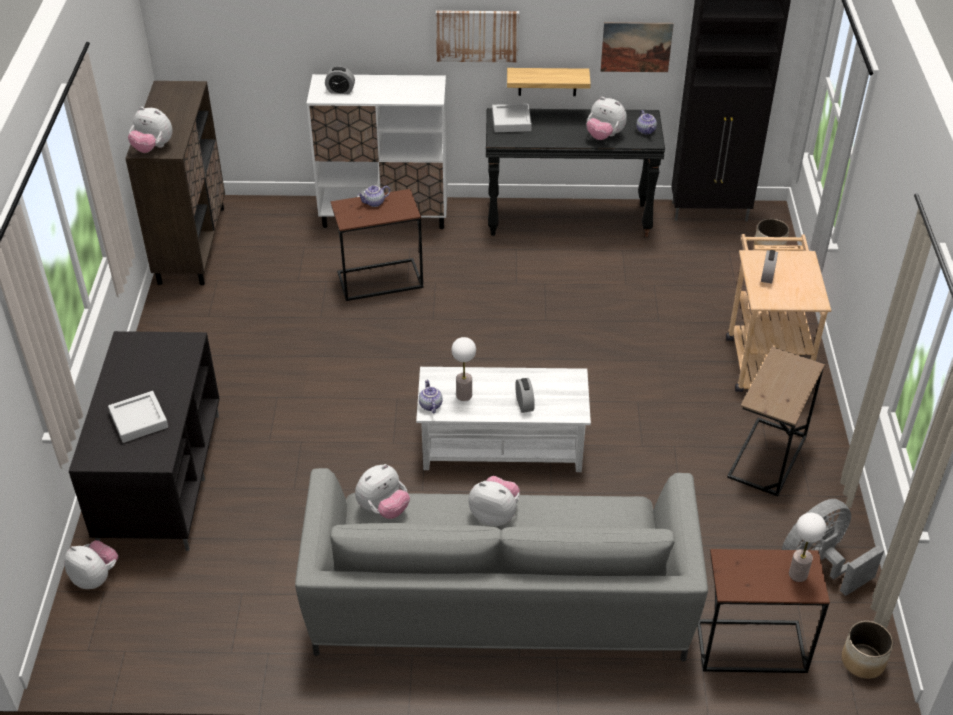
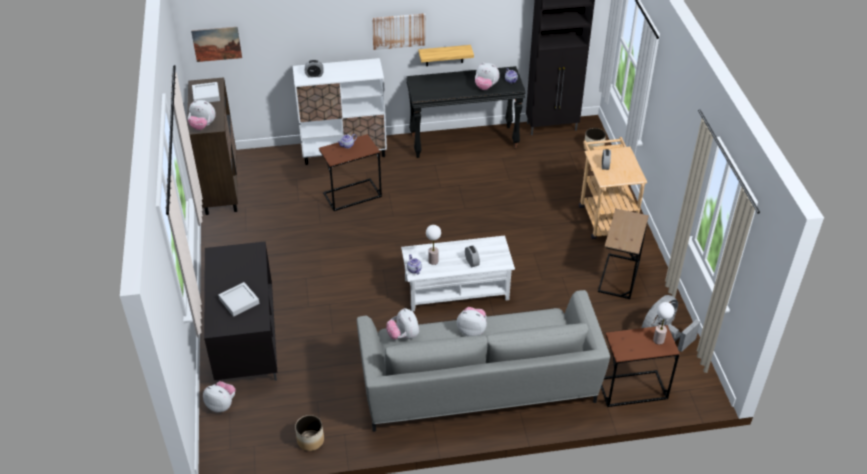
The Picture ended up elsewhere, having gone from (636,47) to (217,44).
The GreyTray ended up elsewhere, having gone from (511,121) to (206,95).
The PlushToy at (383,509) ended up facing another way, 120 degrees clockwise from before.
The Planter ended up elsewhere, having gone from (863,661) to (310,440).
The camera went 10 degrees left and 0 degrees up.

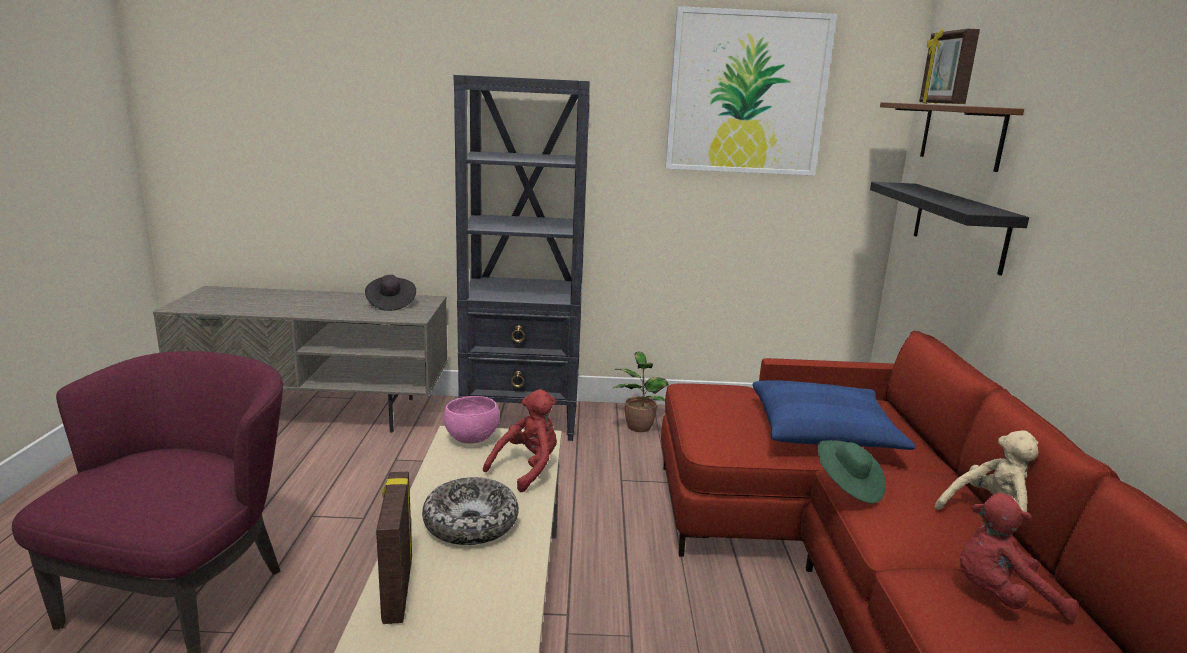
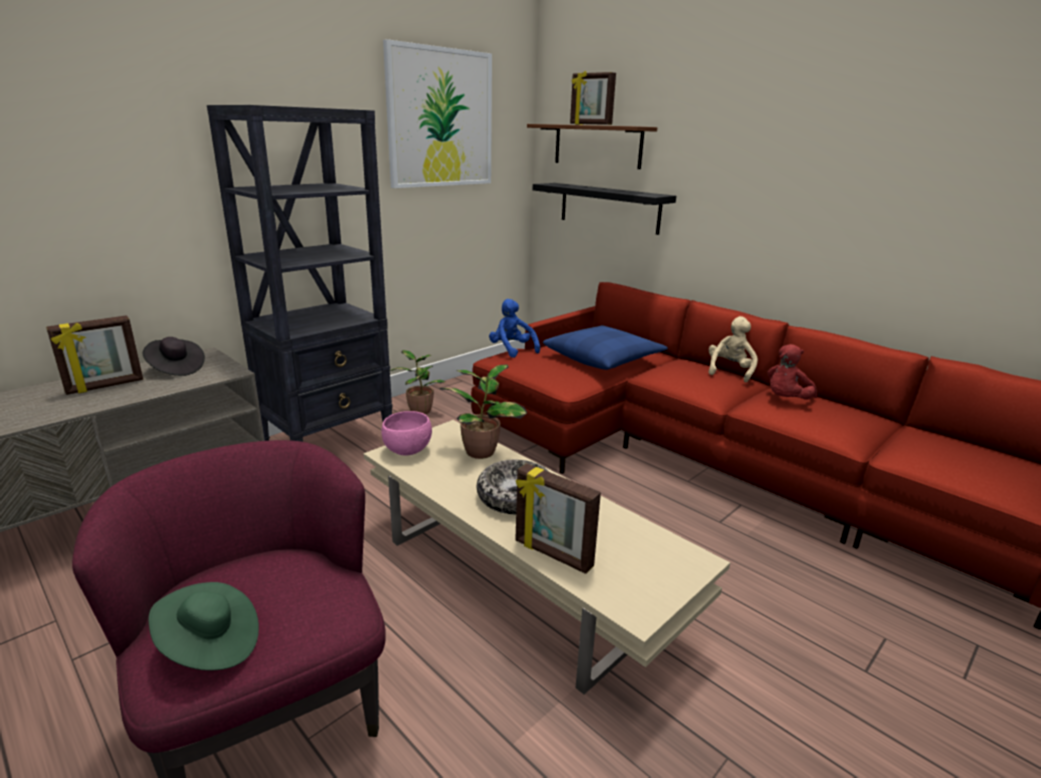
Where the RedPlushToy stood at (527,469), the PottedPlant came to stand at (482,451).
The GreenHat ended up elsewhere, having gone from (848,486) to (210,645).
The second view gained the BluePlushToy at (512,350).
The second view gained the PictureFrame at (105,386).
The camera went 45 degrees left and 5 degrees up.

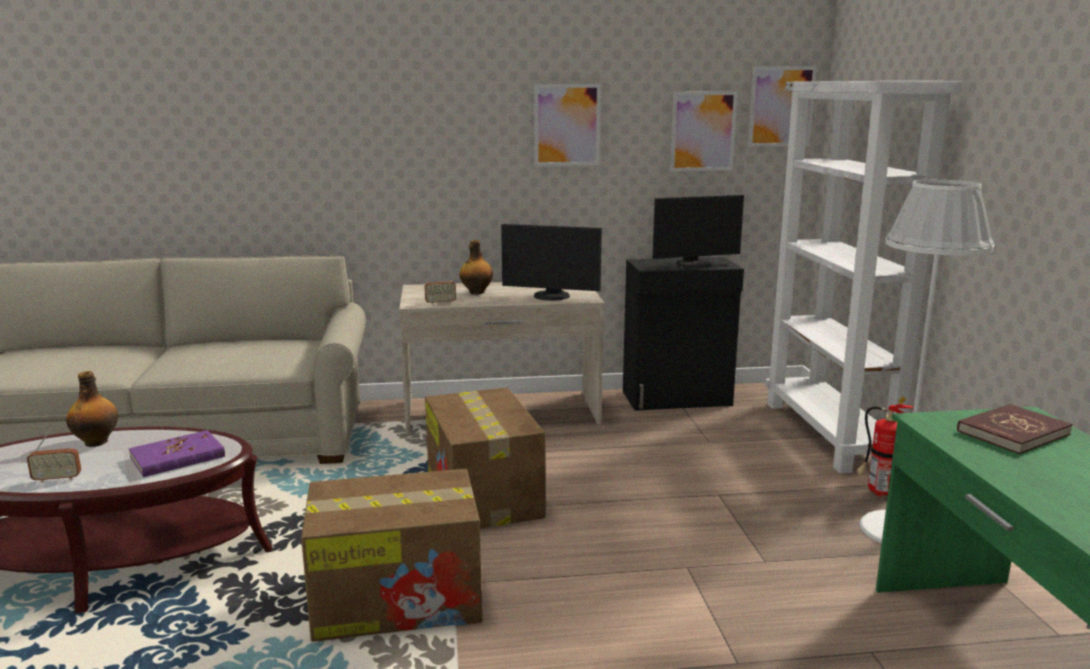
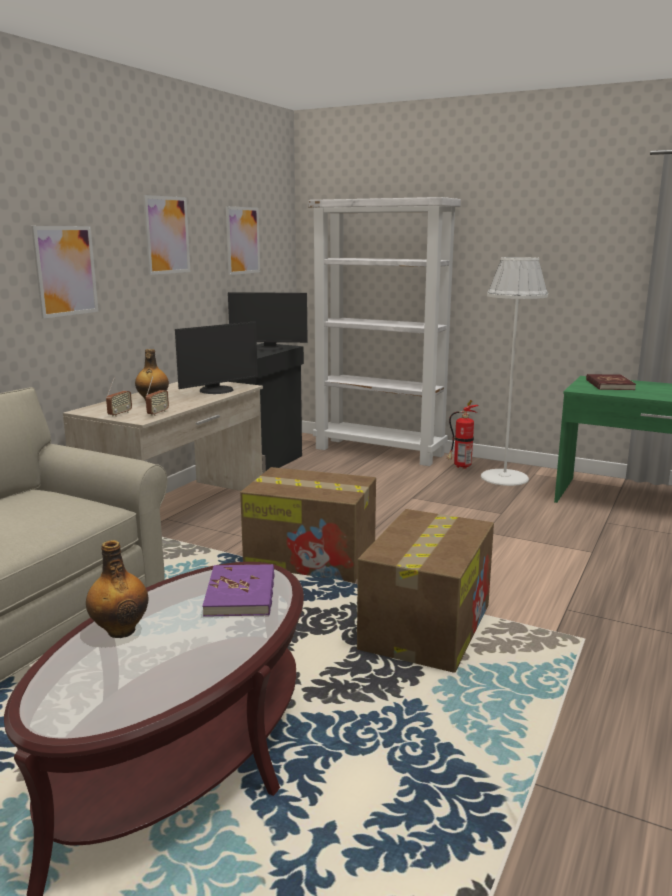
The Picture ended up elsewhere, having gone from (781,106) to (65,271).
The Monitor at (694,264) ended up facing another way, 75 degrees clockwise from before.
The Radio ended up elsewhere, having gone from (57,479) to (120,414).
The camera went 55 degrees left and 0 degrees up.

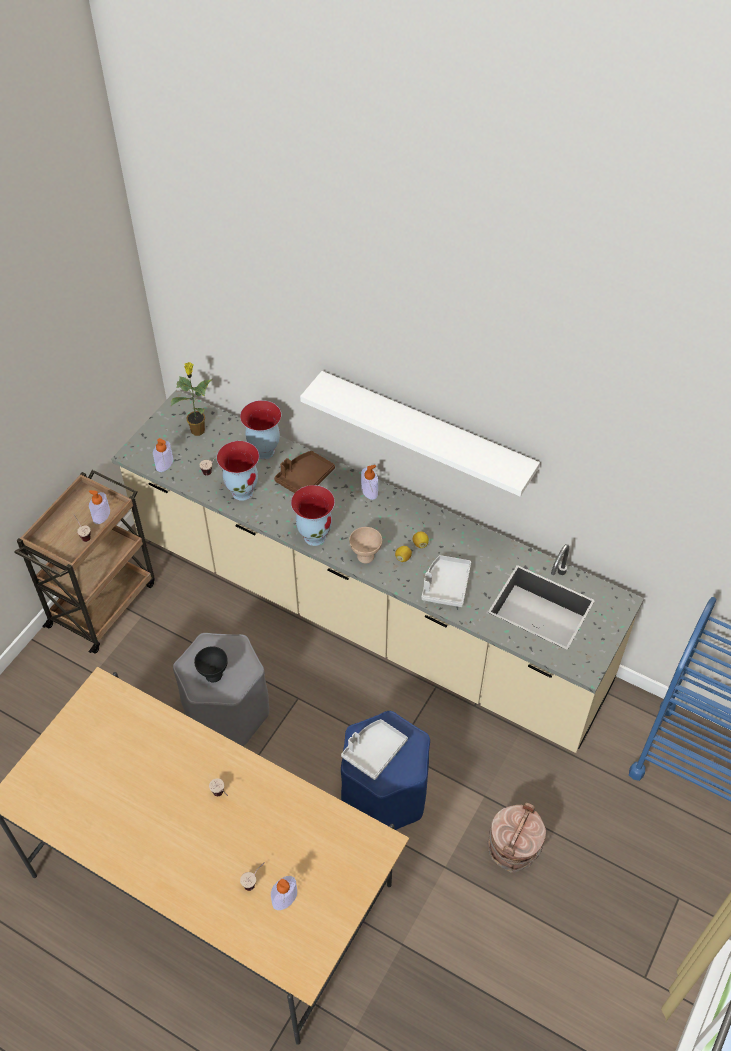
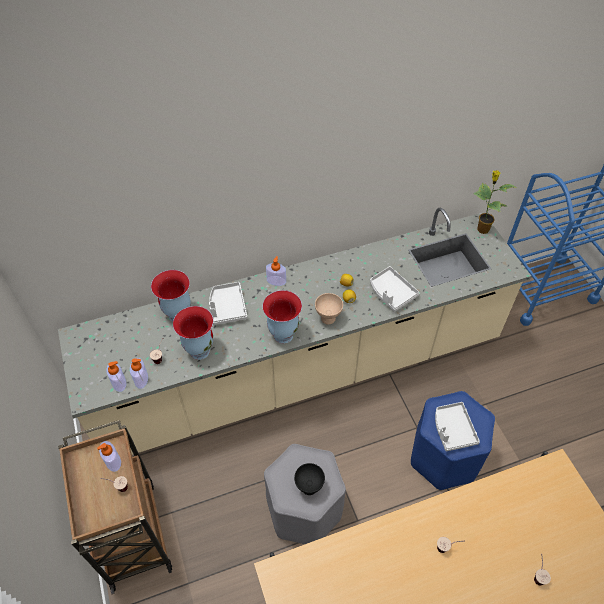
The PottedPlant ended up elsewhere, having gone from (198,429) to (482,229).
The second view lost the WhiteShelf at (426,430).
What was the BrownTray at (304,478) turned into the GreyTray at (227,307).
The second view lost the BrownBucket at (513,849).
The SoapDispenser ended up elsewhere, having gone from (284,898) to (141,379).
The camera went 50 degrees left and 0 degrees up.

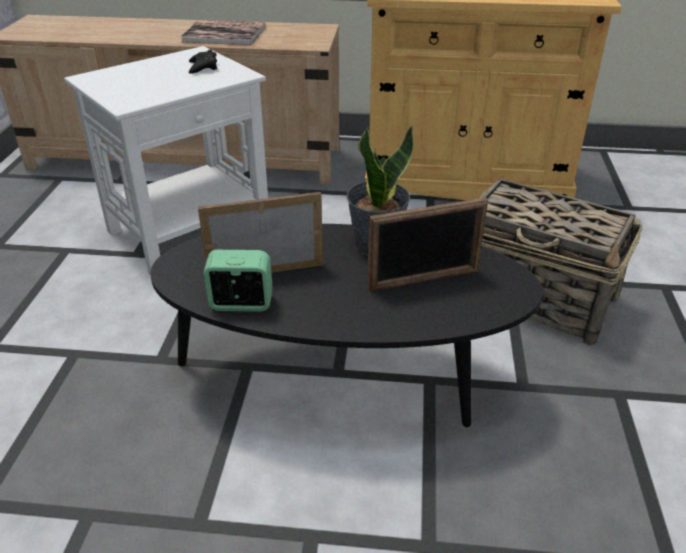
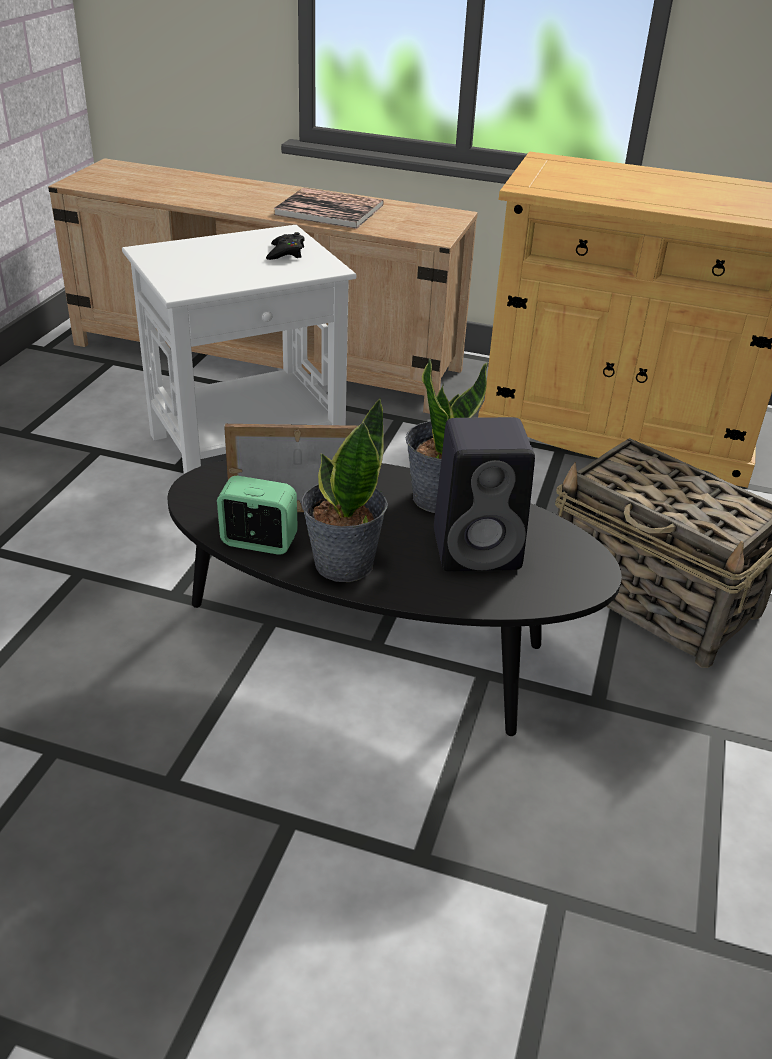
Where the PictureFrame stood at (423,280), the BlackSpeaker came to stand at (479,549).
The second view gained the PottedPlant at (342,563).
The camera went 10 degrees right and 0 degrees up.

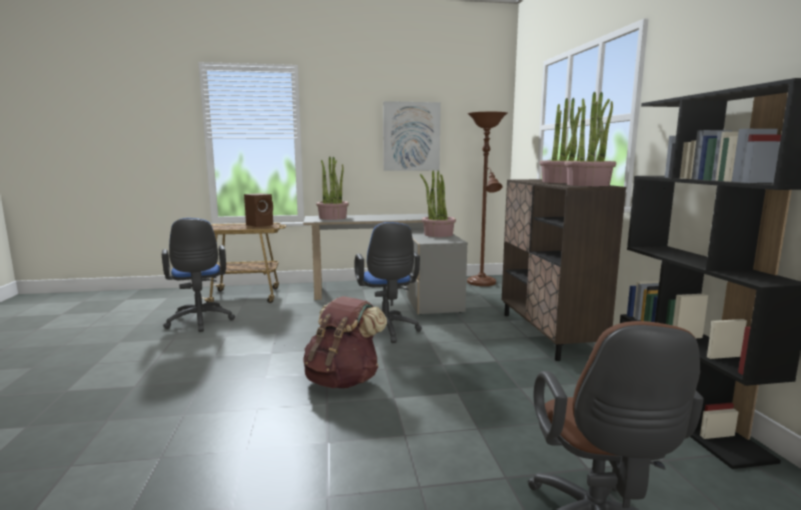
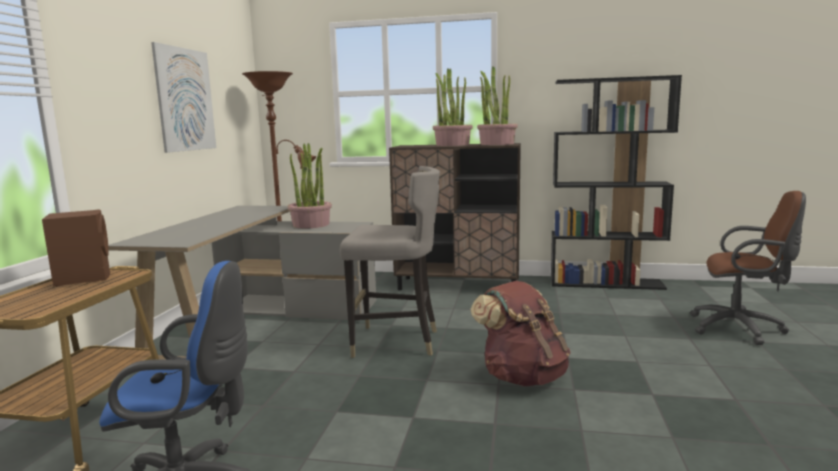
The second view lost the PottedPlant at (333,217).
Where the BlueOfficeChair stood at (386,331), the GreyStool came to stand at (396,342).
The camera went 70 degrees left and 0 degrees up.

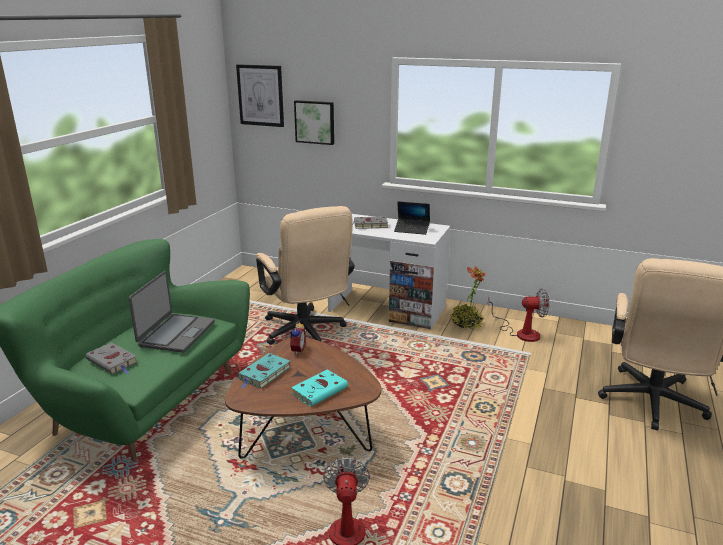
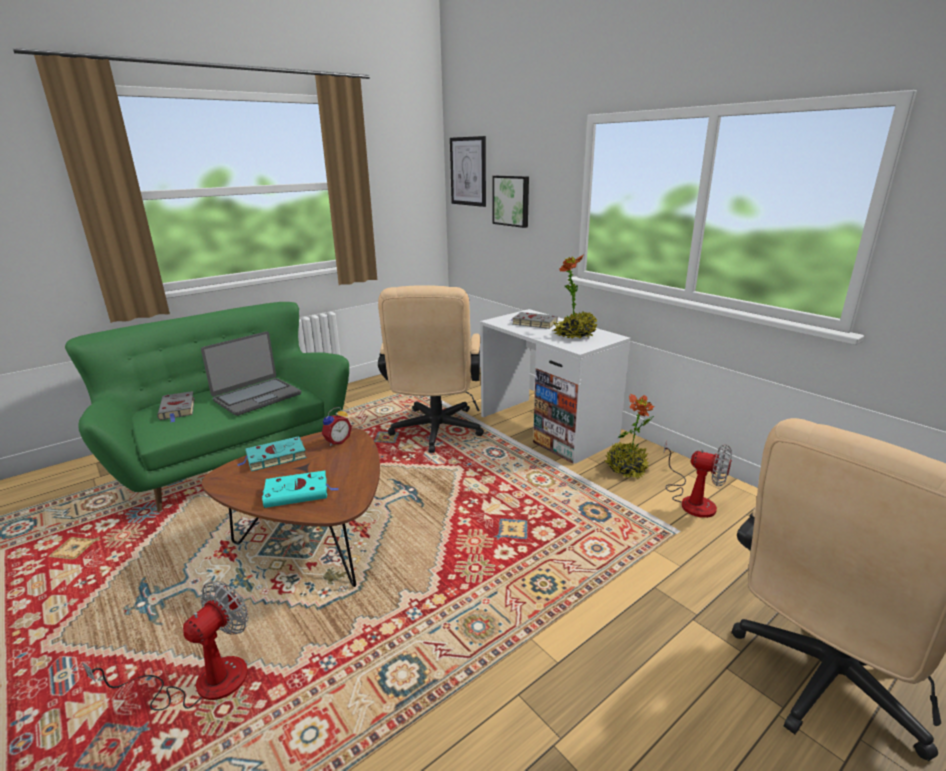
Where the Laptop stood at (412,230), the PottedPlant came to stand at (575,335).
The camera went 30 degrees right and 0 degrees up.

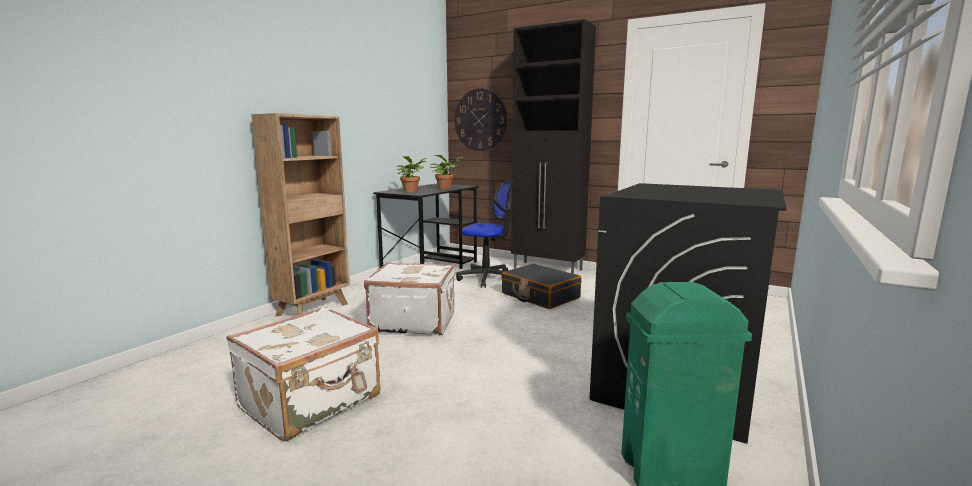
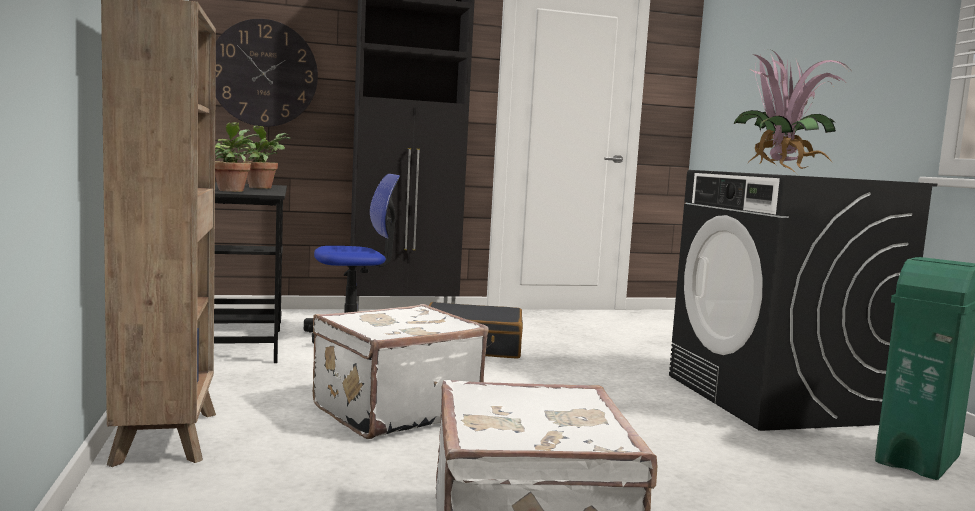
The second view gained the PottedPlant at (780,174).
The camera went 45 degrees left and 5 degrees down.

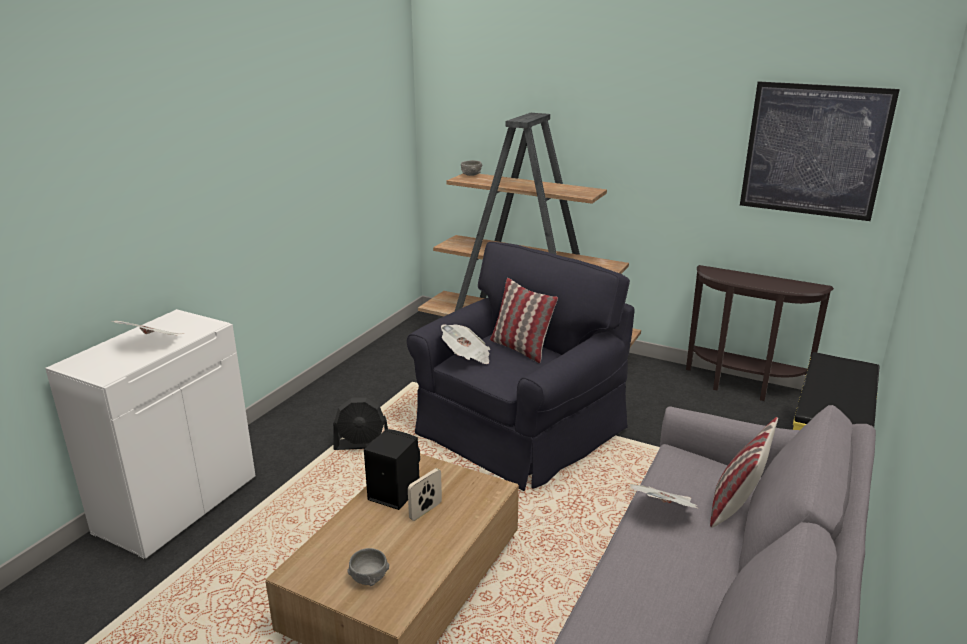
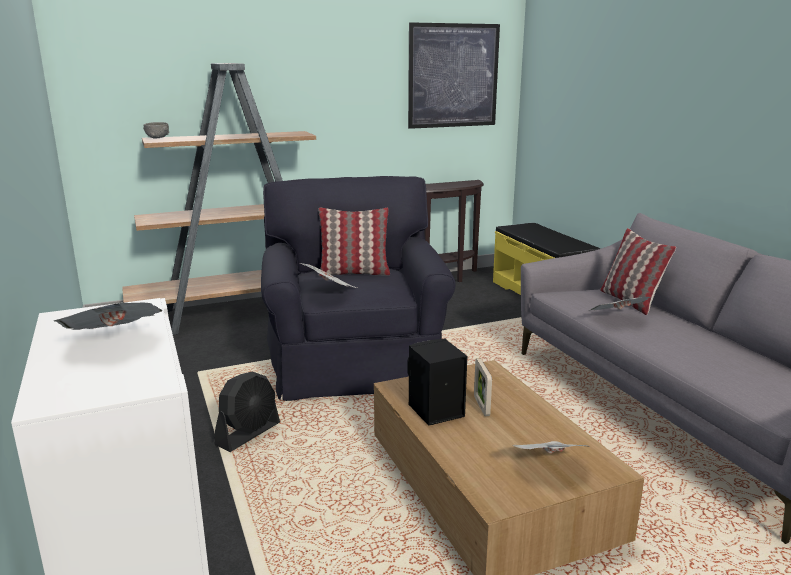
Where the GreyBowl stood at (369,578), the Newspaper came to stand at (548,464).
The camera went 50 degrees left and 5 degrees down.

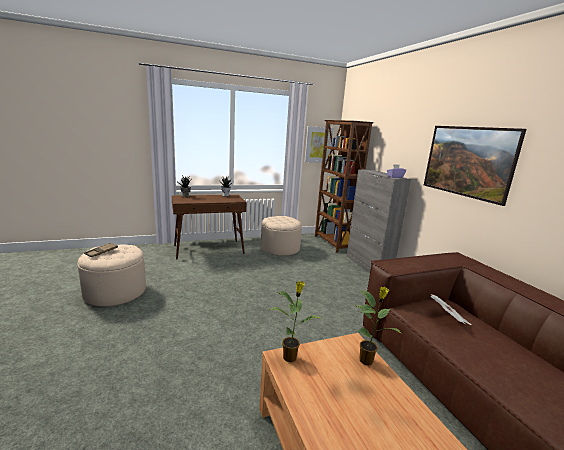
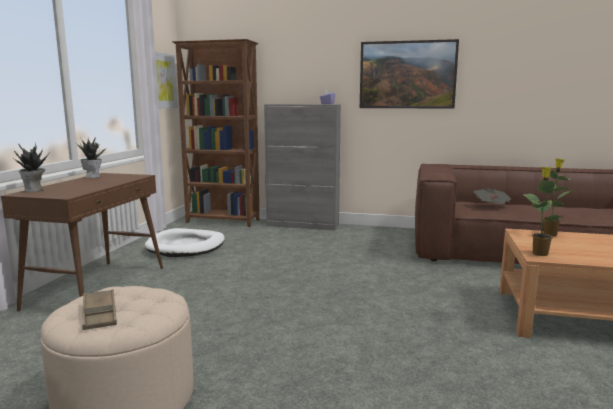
Where the BeigeOttoman stood at (280,248), the WhiteDogBed came to stand at (186,246).
The camera went 55 degrees left and 5 degrees down.

